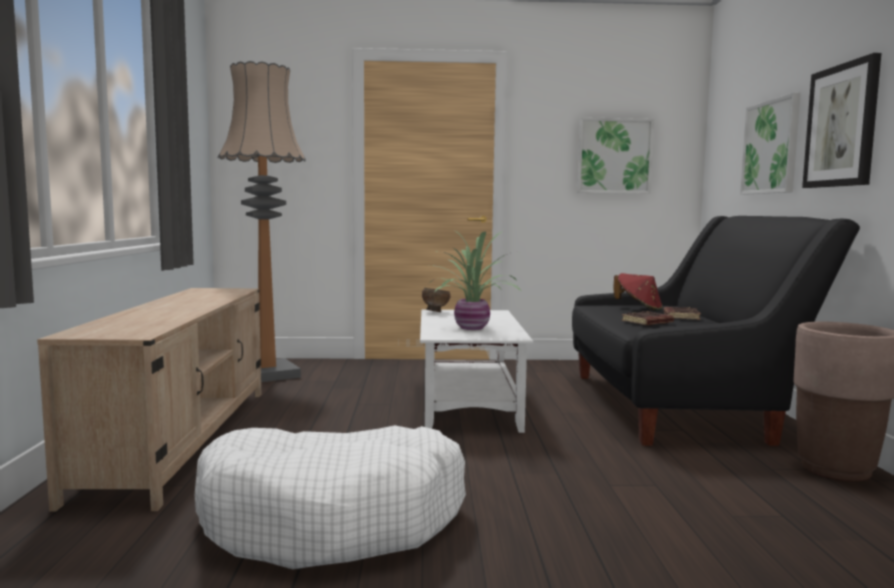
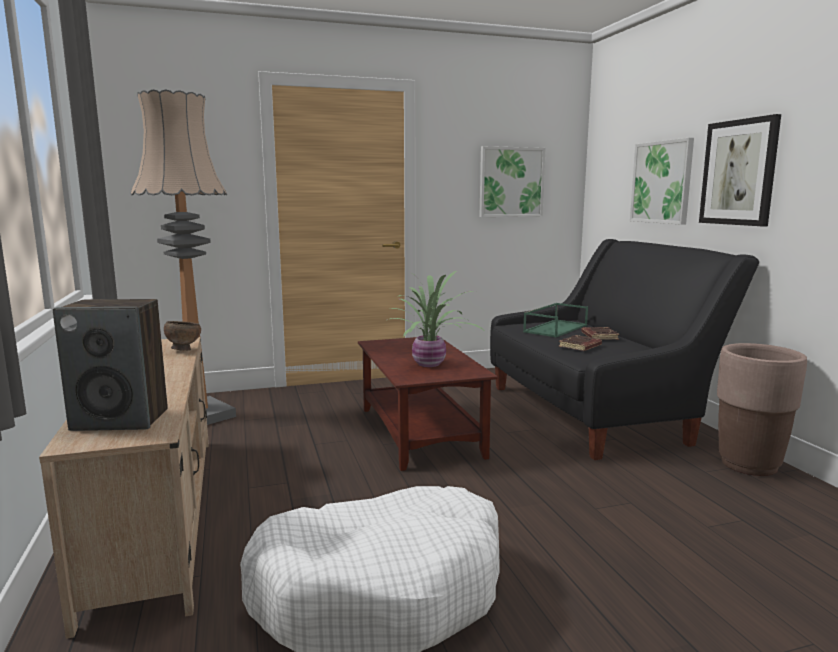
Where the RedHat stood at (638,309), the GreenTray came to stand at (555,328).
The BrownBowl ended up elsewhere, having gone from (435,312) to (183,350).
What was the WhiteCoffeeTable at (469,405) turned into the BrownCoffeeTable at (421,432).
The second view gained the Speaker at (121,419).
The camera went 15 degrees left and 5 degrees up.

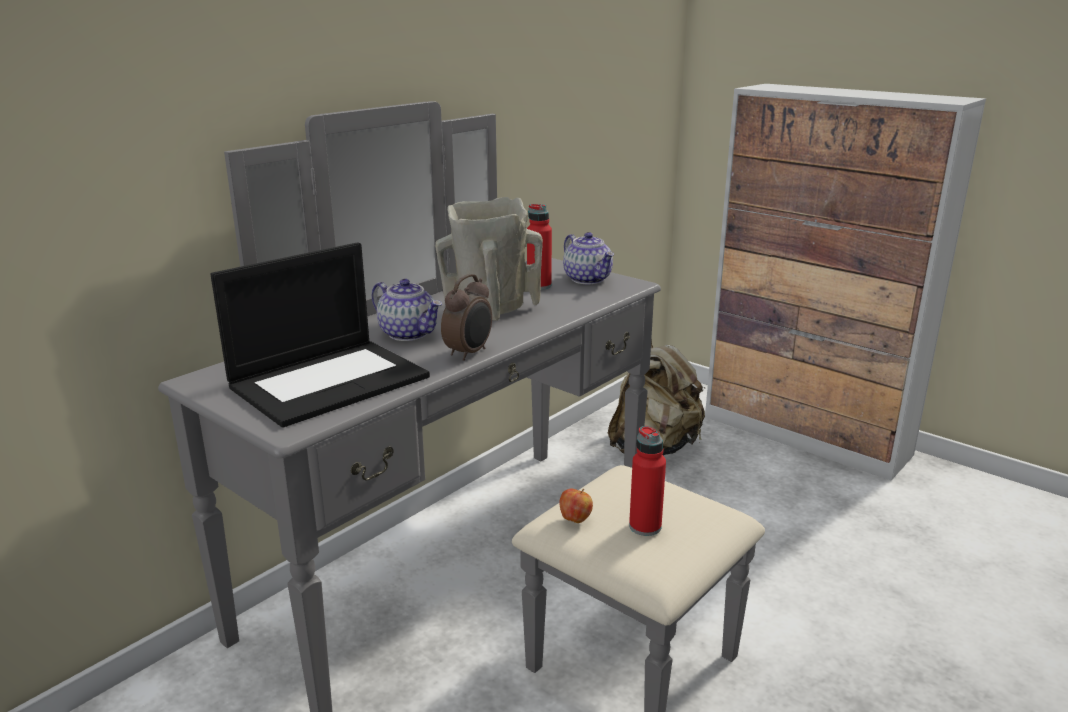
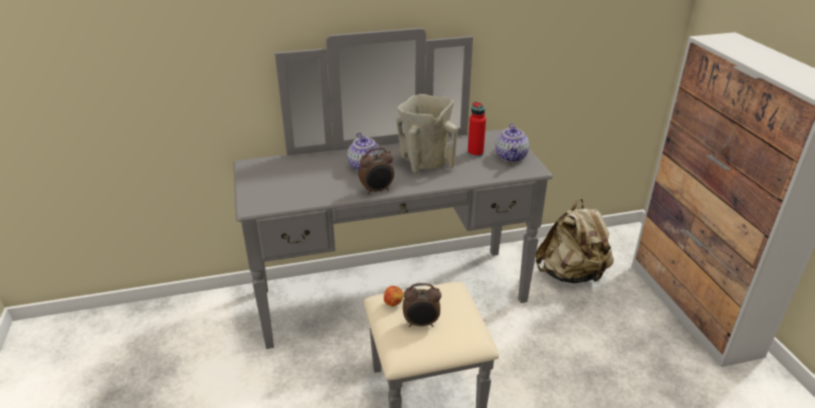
The second view lost the Laptop at (330,381).
Where the RedBottle stood at (645,527), the AlarmClock came to stand at (421,324).
The camera went 35 degrees right and 10 degrees up.

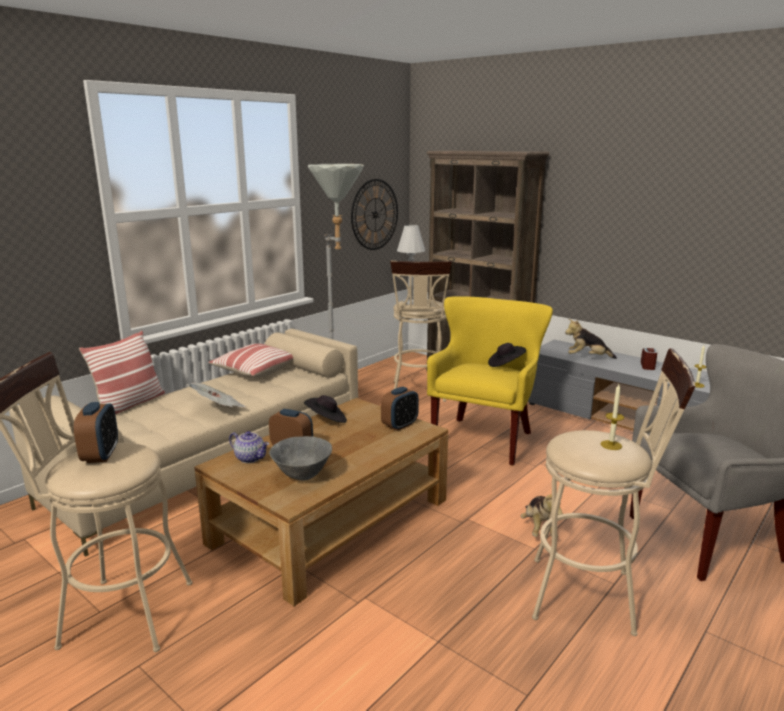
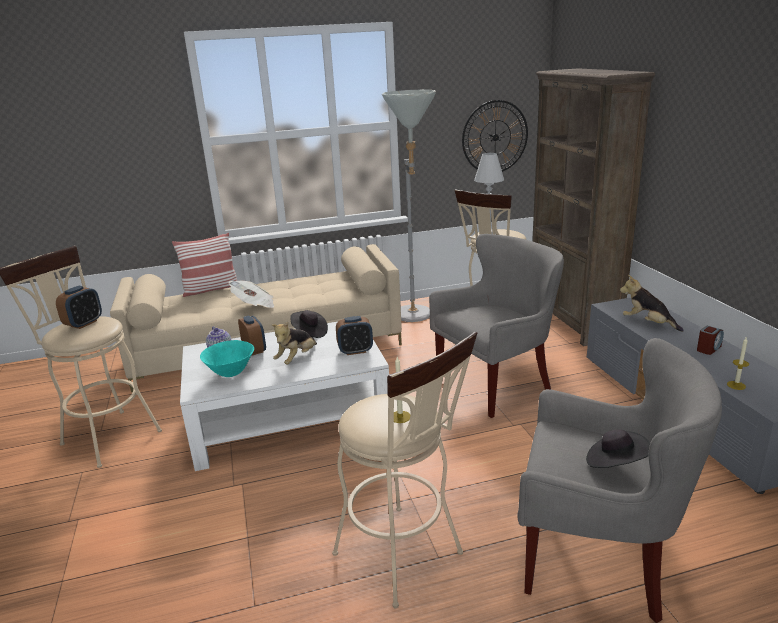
What was the YellowArmchair at (484,440) turned into the GreyArmchair at (497,386).
The second view lost the Pillow at (254,371).
The BlackHat ended up elsewhere, having gone from (505,364) to (615,463).
What was the BrownCoffeeTable at (332,520) turned into the WhiteCoffeeTable at (290,418).
What was the GreyBowl at (302,476) turned into the TurquoiseBowl at (231,373).
The PlushToy ended up elsewhere, having gone from (539,529) to (297,358).
The camera went 35 degrees right and 5 degrees up.

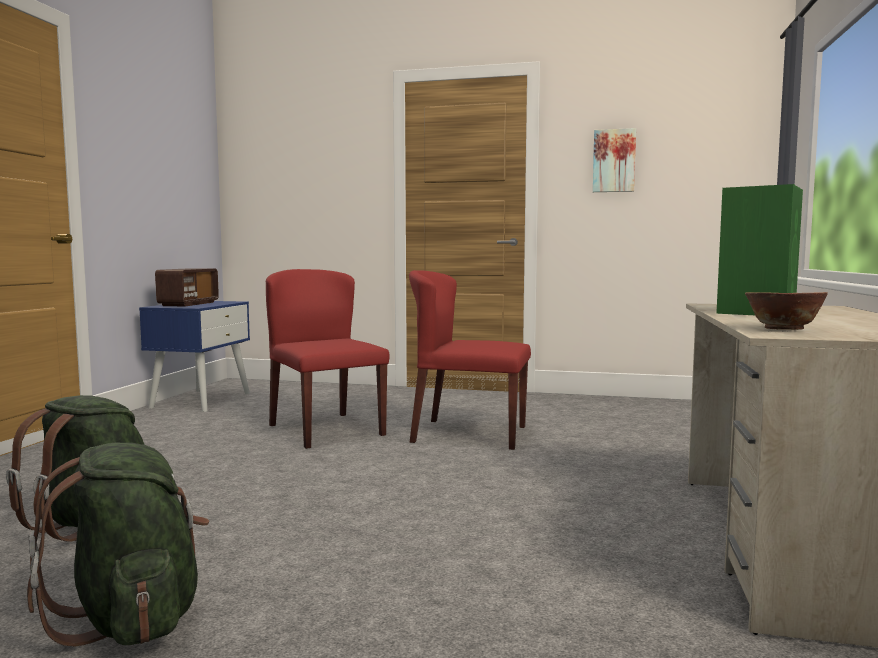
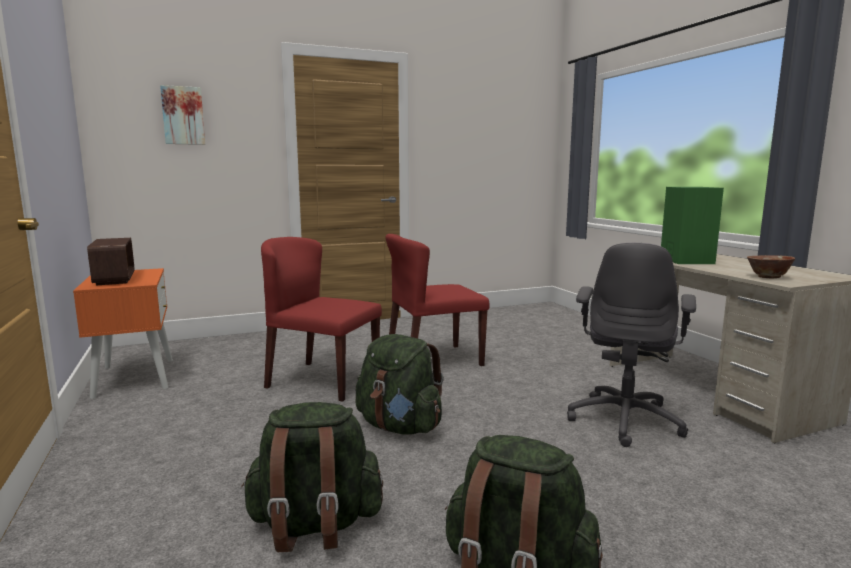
The Picture ended up elsewhere, having gone from (614,161) to (183,115).
What was the BlueNightstand at (201,400) turned into the OrangeNightstand at (134,377).
The second view gained the GreyOfficeChair at (625,420).
The second view gained the GreenBackpack at (400,426).
The camera went 35 degrees left and 5 degrees up.

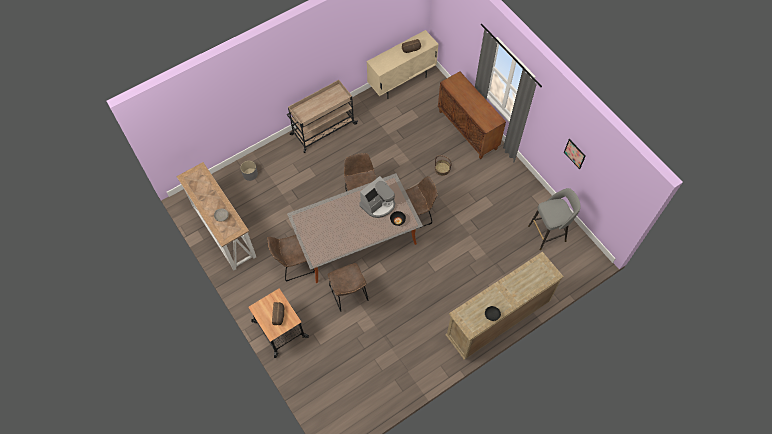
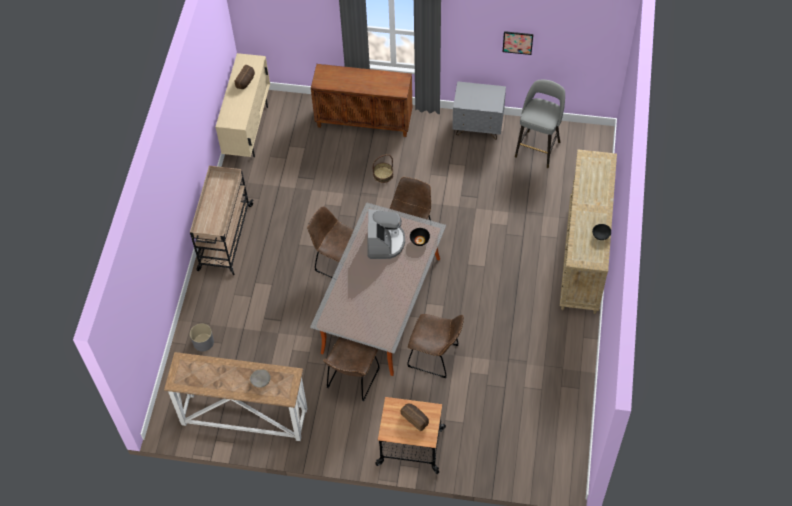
The second view gained the GreyNightstand at (478,127).
The camera went 45 degrees left and 5 degrees down.

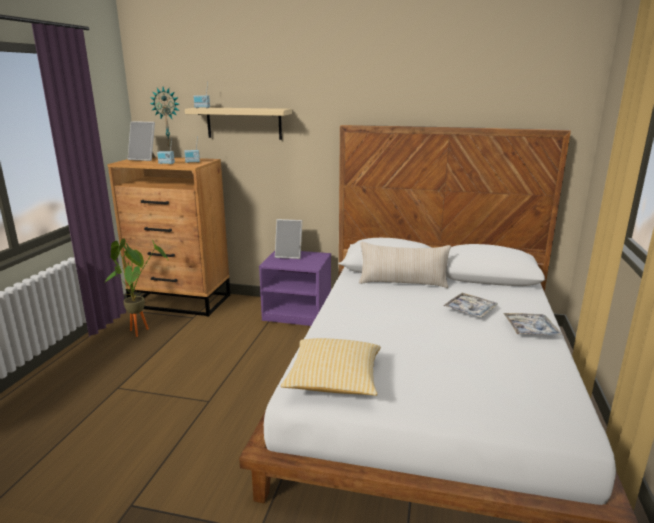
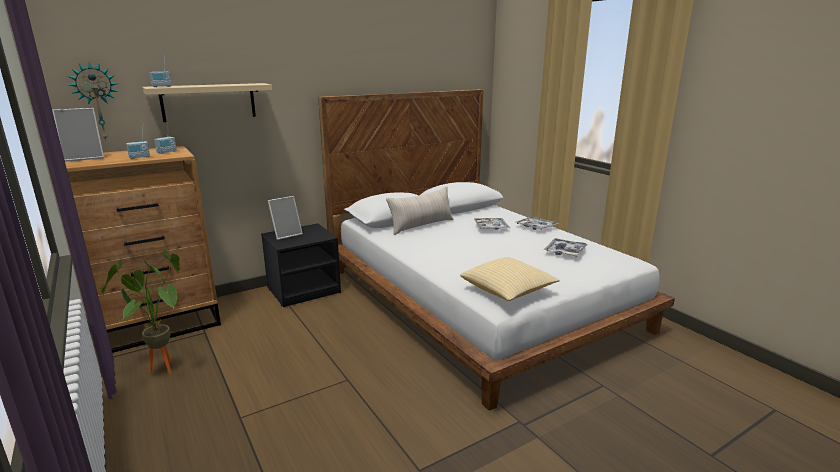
What was the PurpleNightstand at (298,313) turned into the BlackNightstand at (304,290).
The second view gained the Tray at (565,251).
The camera went 45 degrees left and 0 degrees up.

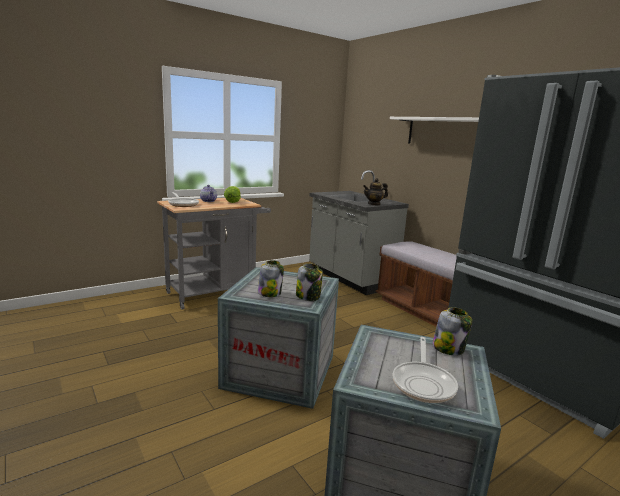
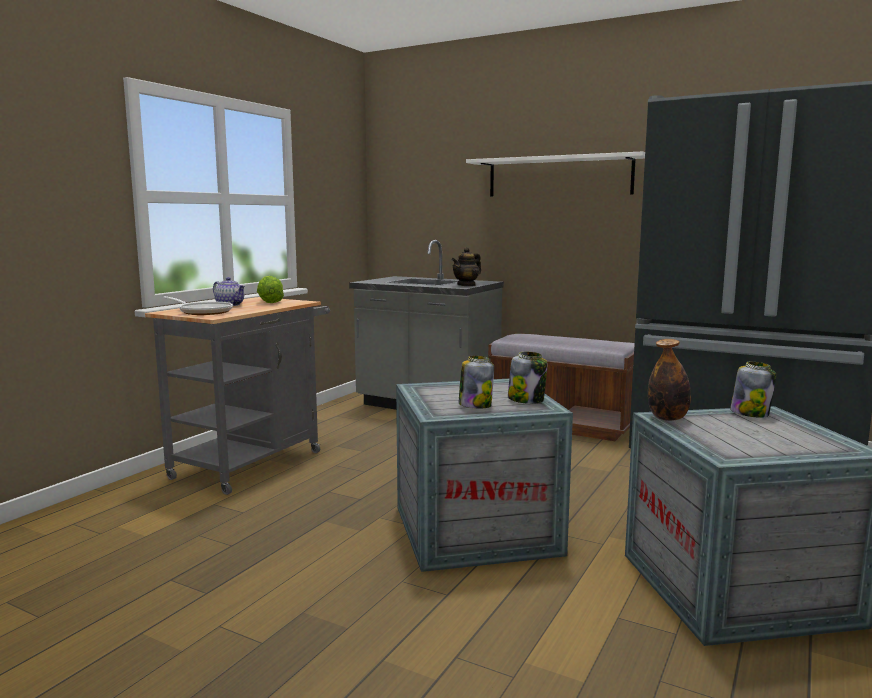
The second view lost the FryingPan at (423,383).
The second view gained the Bottle at (668,418).
The camera went 25 degrees left and 5 degrees down.

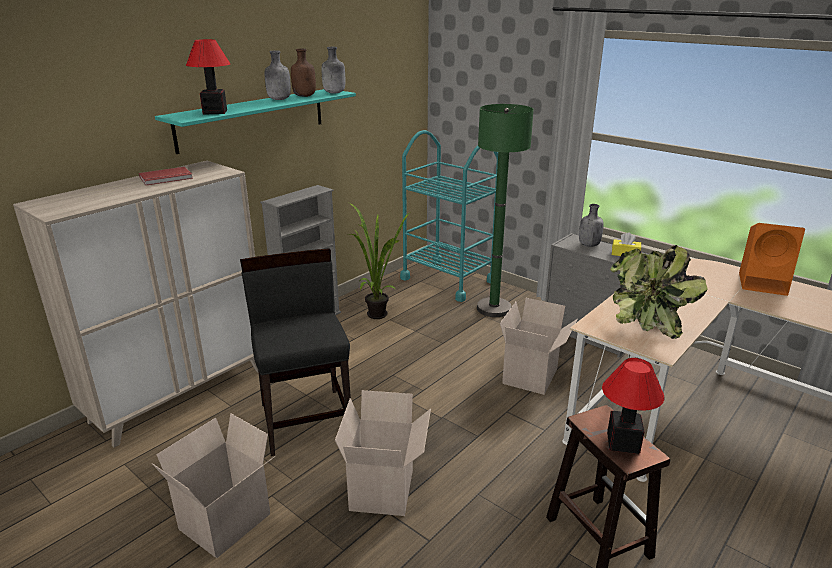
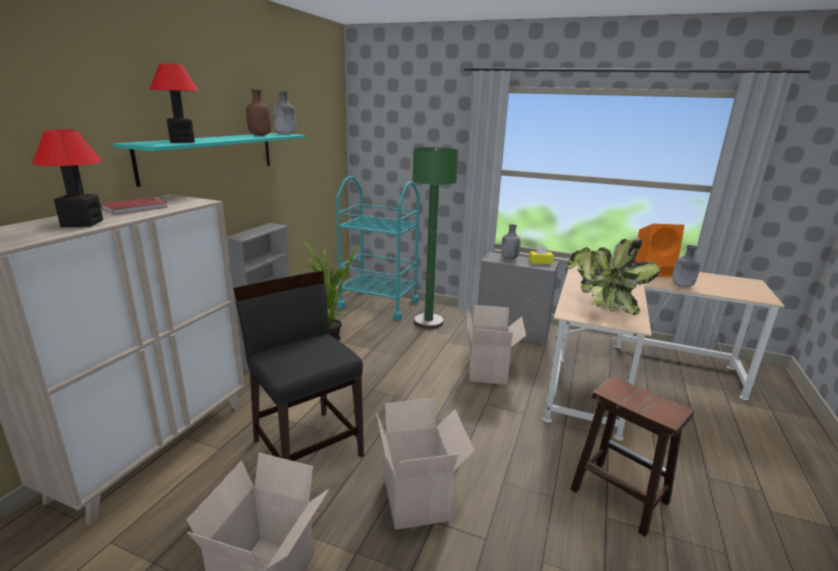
The GreyBottle ended up elsewhere, having gone from (278,99) to (682,286).
The TableLamp ended up elsewhere, having gone from (623,443) to (82,223).
The camera went 20 degrees left and 5 degrees down.

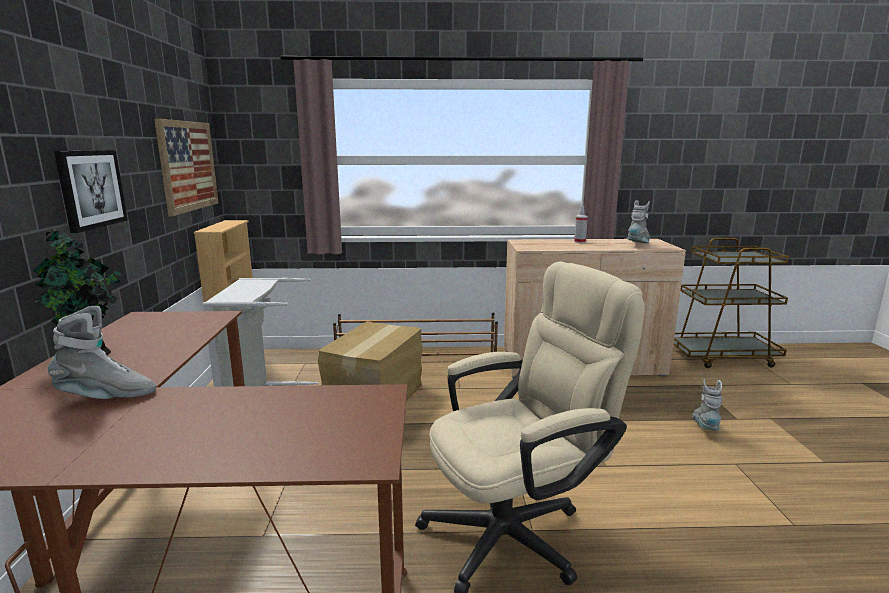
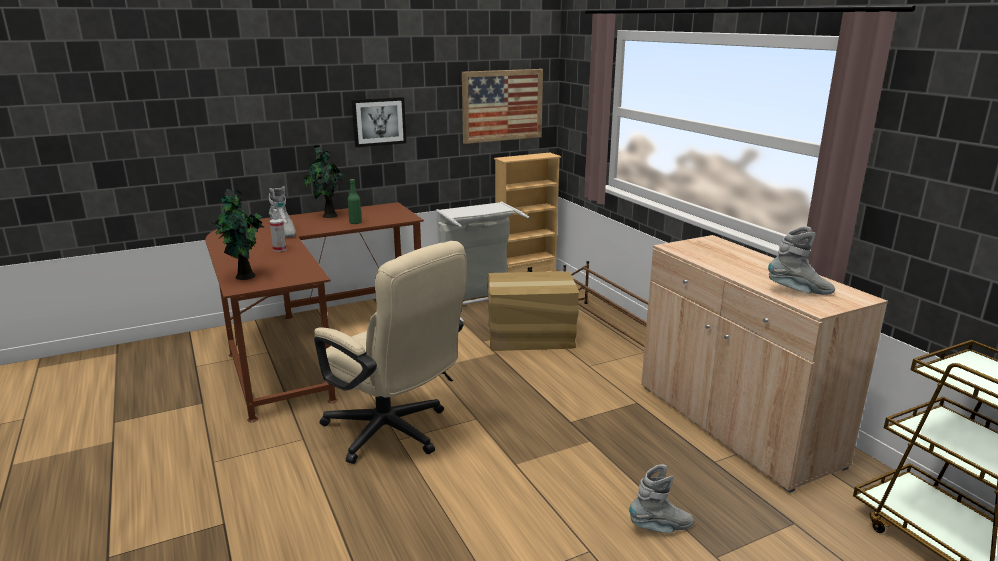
The SprayBottle ended up elsewhere, having gone from (579,242) to (279,249).
The second view gained the GreenBottle at (355,223).
The second view gained the PottedPlant at (245,277).
The camera went 65 degrees right and 5 degrees up.

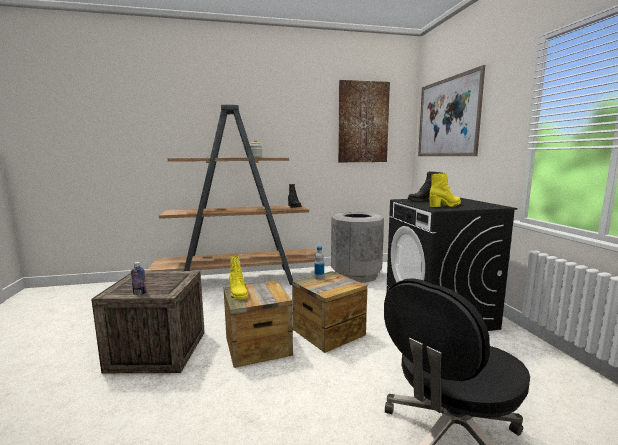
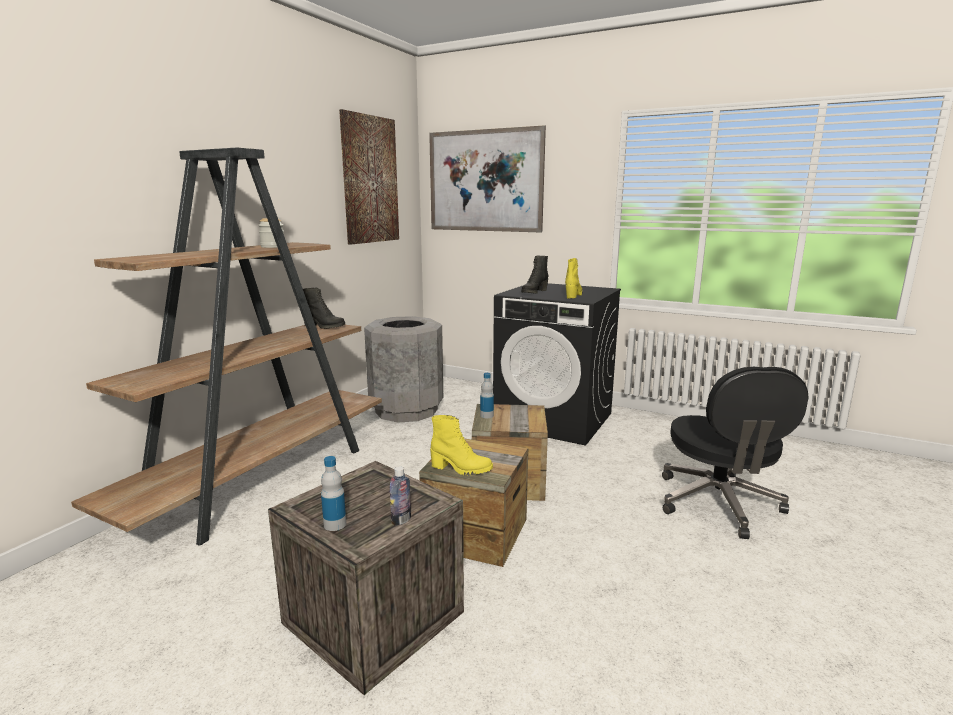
The second view gained the Bottle at (335,524).
The camera went 50 degrees left and 5 degrees up.

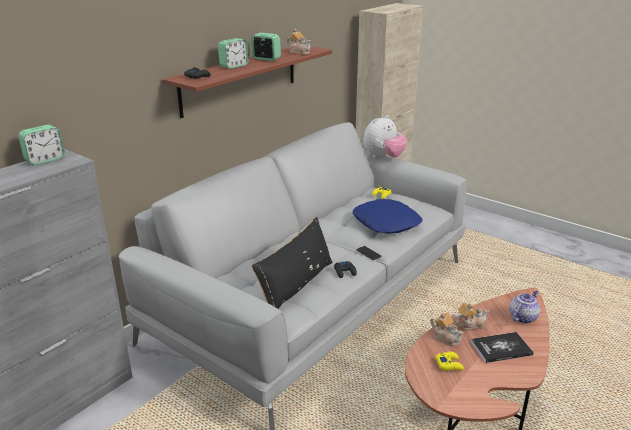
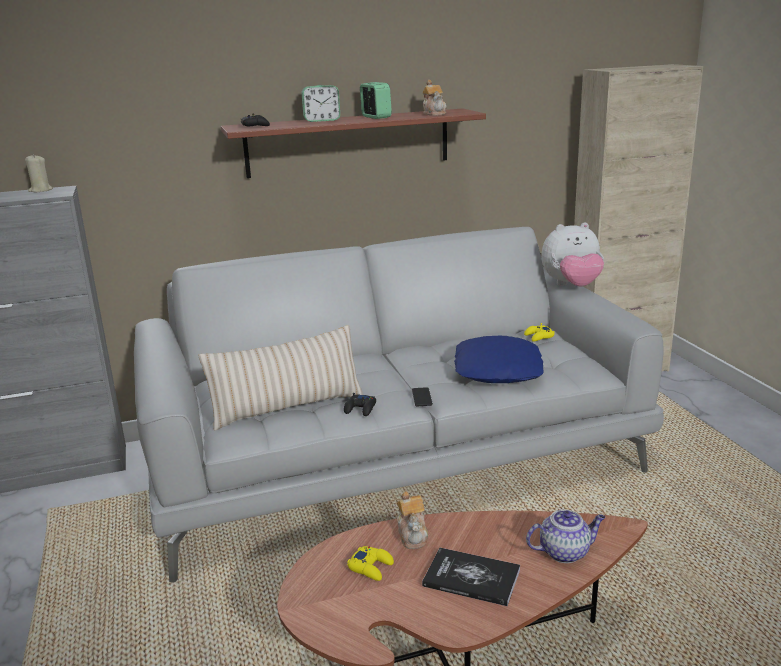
Where the AlarmClock stood at (45,159), the BeigeCandle came to stand at (40,190).
What was the BlackPillow at (296,285) turned into the BeigePillow at (287,407).
The second view lost the Teapot at (469,325).
The camera went 35 degrees right and 5 degrees down.

